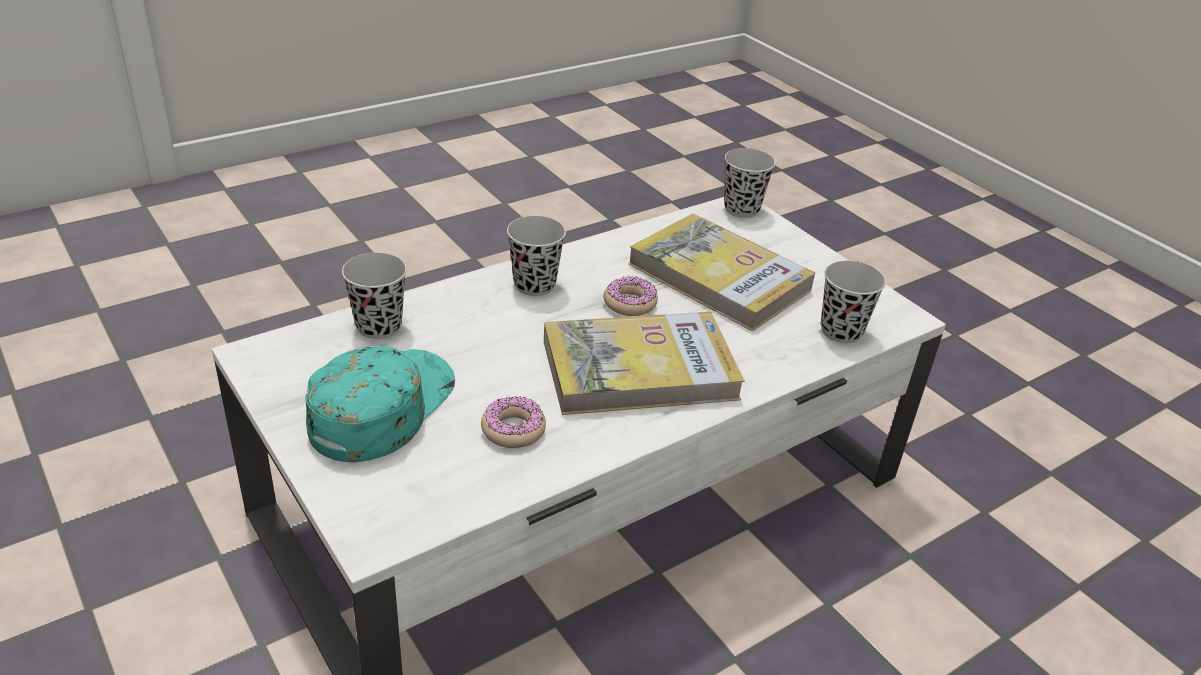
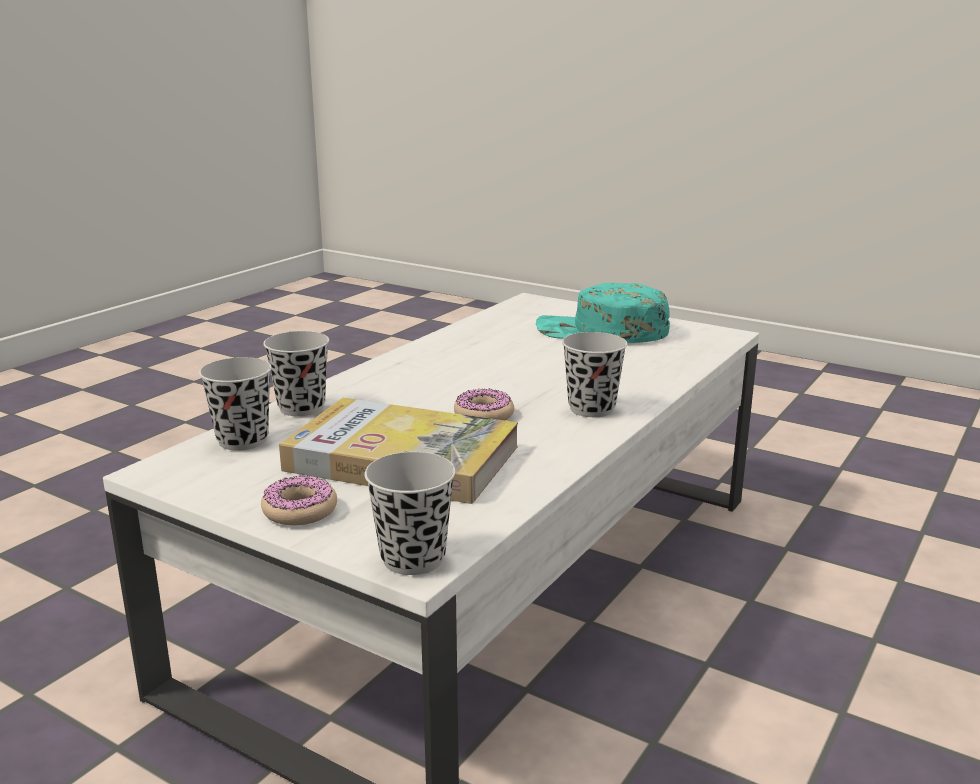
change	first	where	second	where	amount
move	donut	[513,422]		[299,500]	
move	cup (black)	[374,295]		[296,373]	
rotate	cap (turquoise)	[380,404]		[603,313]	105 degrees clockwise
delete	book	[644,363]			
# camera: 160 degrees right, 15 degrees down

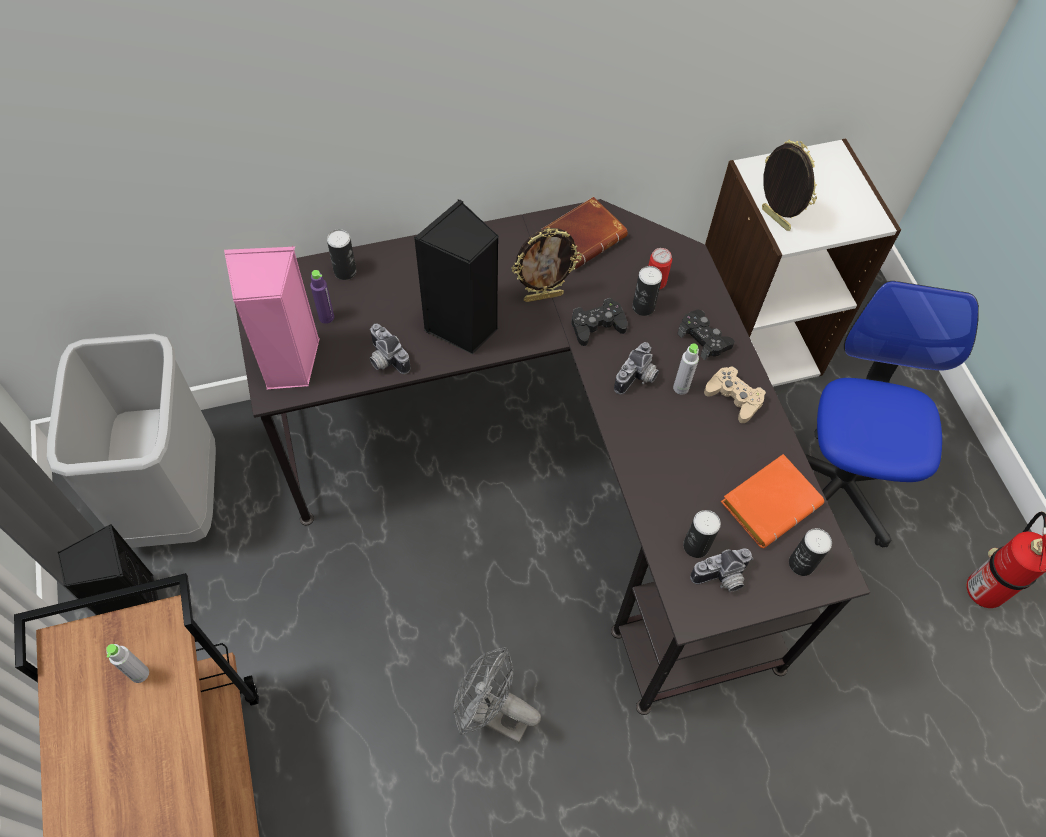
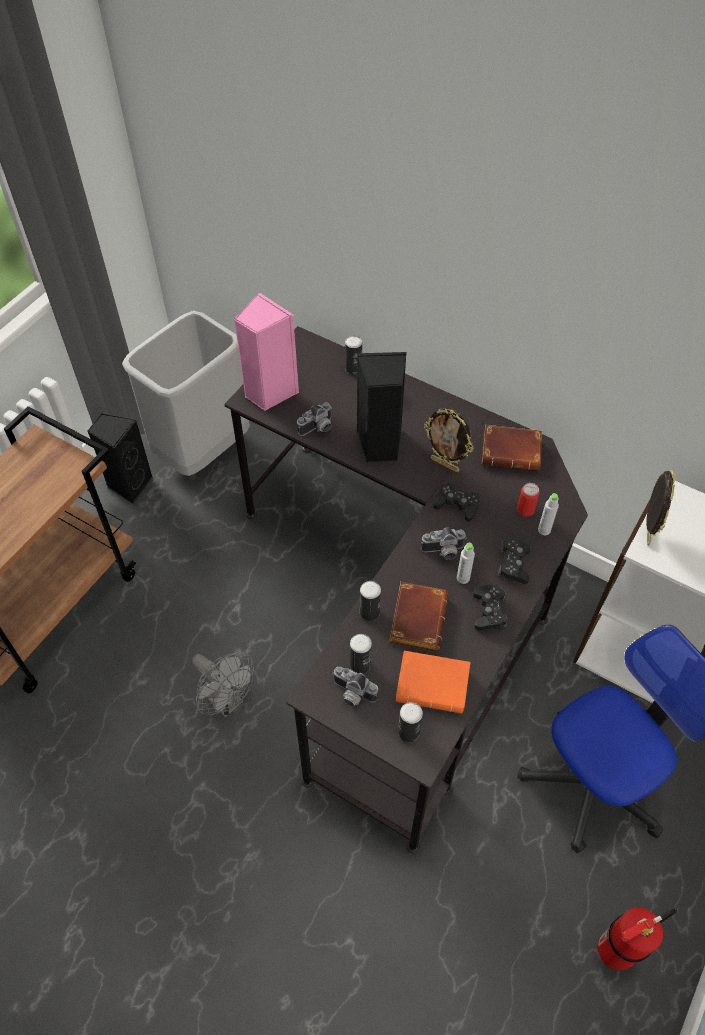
change	first	where	second	where	amount
rotate	fan (grey)	[497,695]		[223,685]	150 degrees clockwise
rotate	photo camera	[389,348]		[315,419]	135 degrees counterclockwise
move	can	[647,291]		[370,601]	
insert			book (brown)	[418,616]	
recolor	game controller (beige)	[735,394]	game controller (black)	[490,607]	
move	bottle (grey)	[127,663]		[548,514]	
delete	bottle (purple)	[322,297]			
# camera: 50 degrees right, 5 degrees down

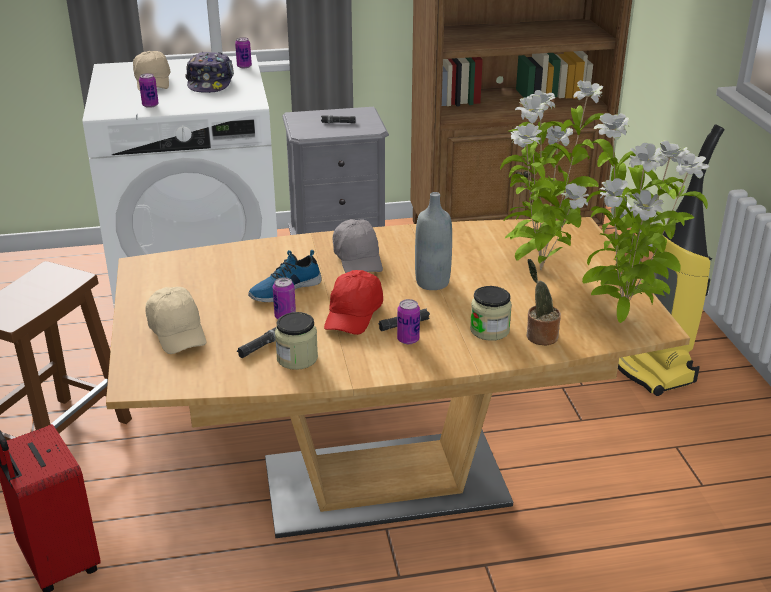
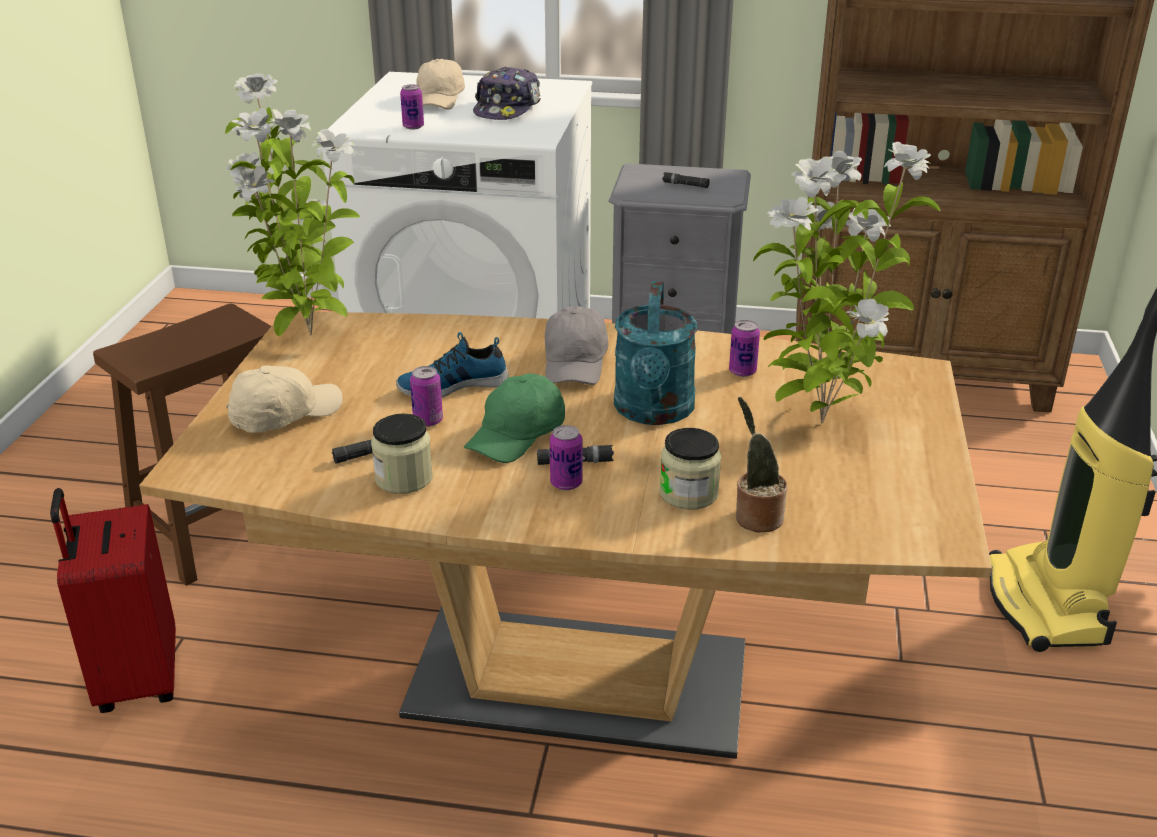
change	first	where	second	where	amount
move	potted plant	[645,218]		[292,204]	
rotate	cap (beige)	[175,320]		[285,399]	120 degrees counterclockwise
recolor	cap (red)	[353,302]	cap (green)	[514,418]	
replace	bottle (grey)	[433,241]	watering can (turquoise)	[655,353]	
move	can	[243,52]		[744,348]	
# camera: 20 degrees right, 0 degrees up

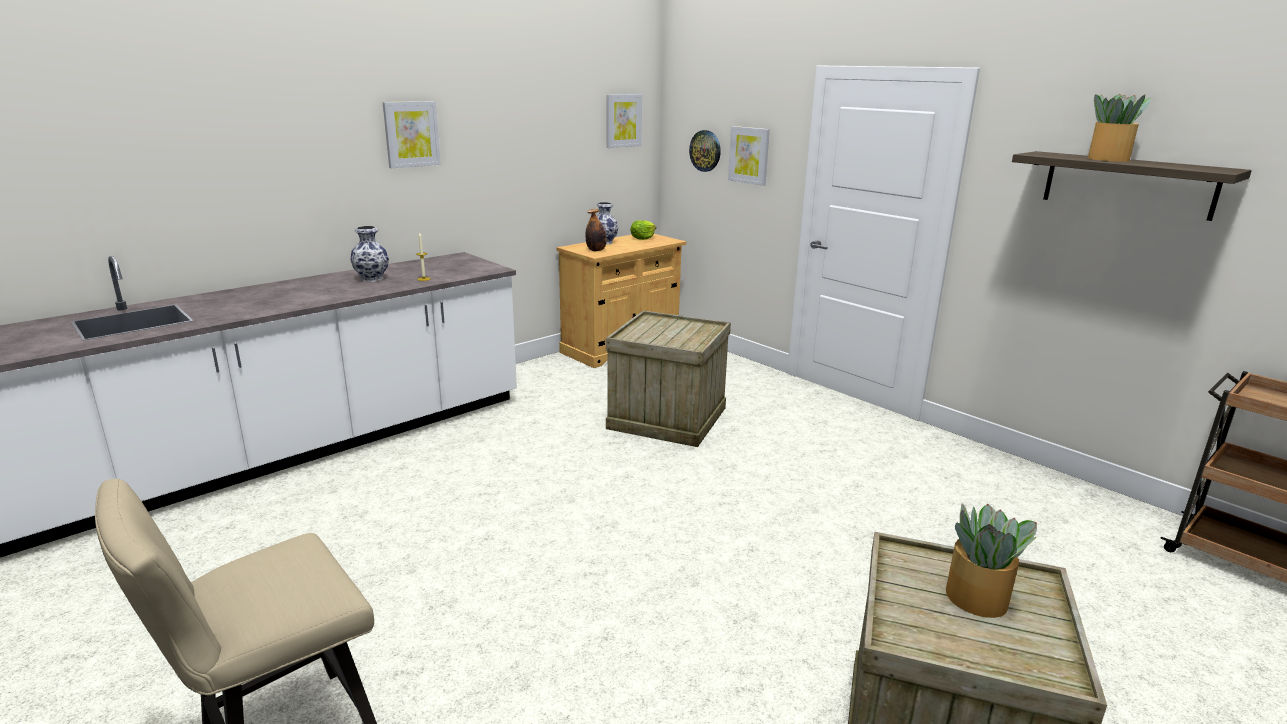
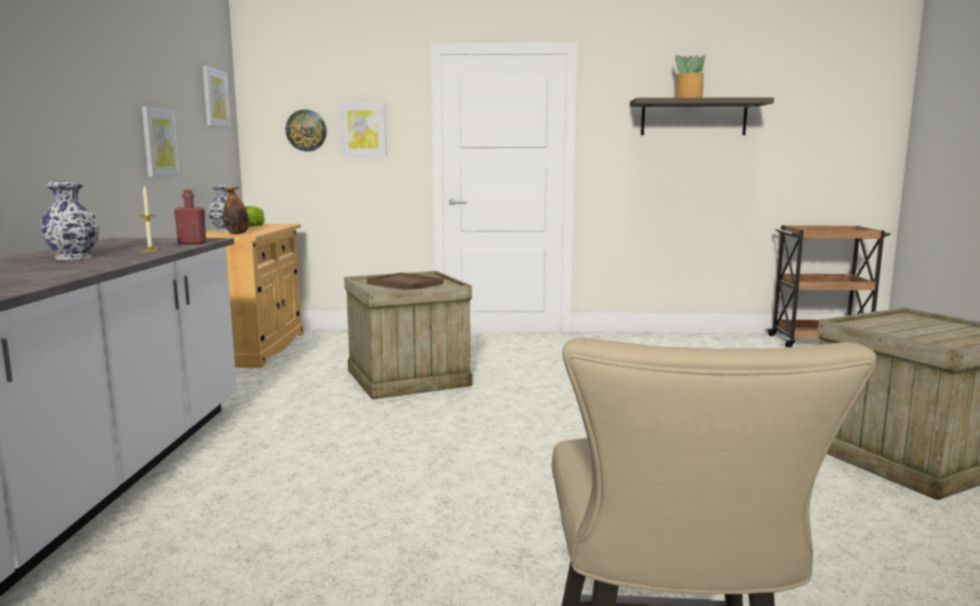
change	first	where	second	where	amount
move	picture	[412,134]		[161,142]	
insert			bottle (red)	[190,216]	
insert			tray (brown)	[405,281]	
delete	potted plant	[991,561]			
# camera: 45 degrees left, 10 degrees down

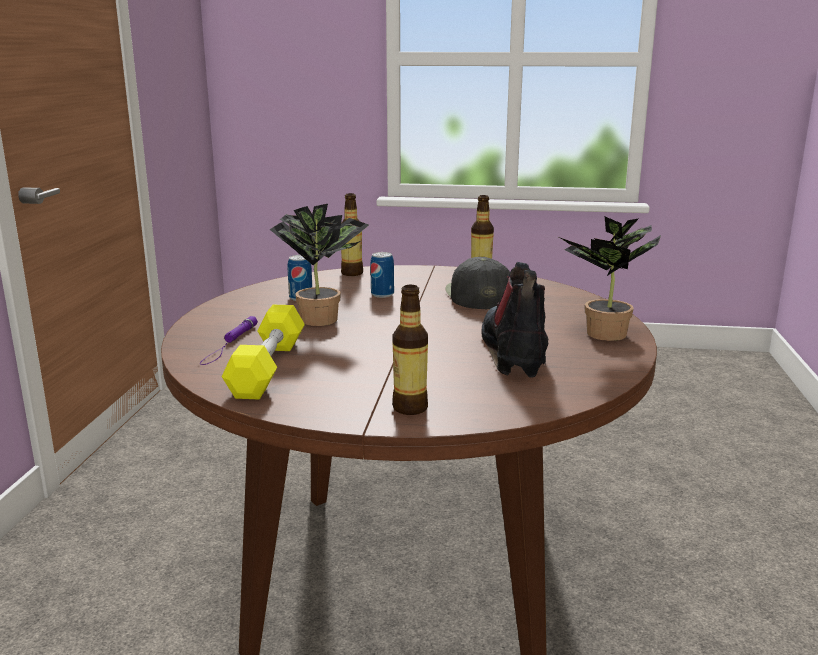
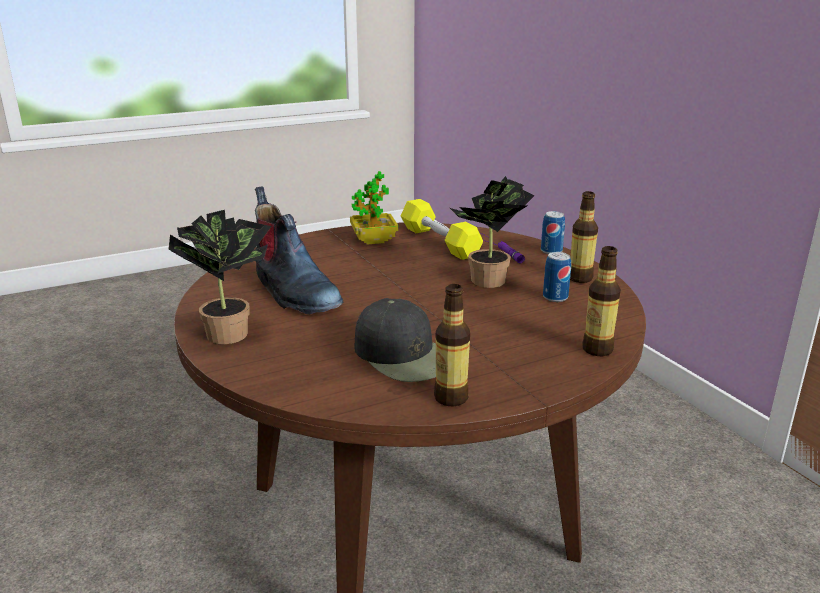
change	first	where	second	where	amount
insert			potted plant	[374,207]	
move	can	[382,275]		[553,232]	
move	bottle	[410,350]		[584,237]	
# camera: 145 degrees right, 5 degrees up

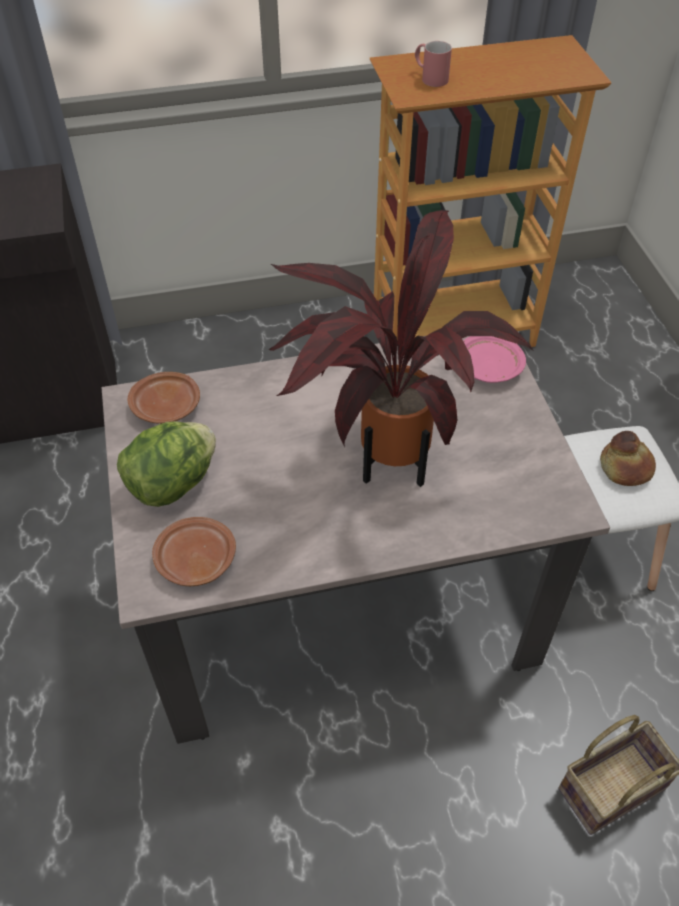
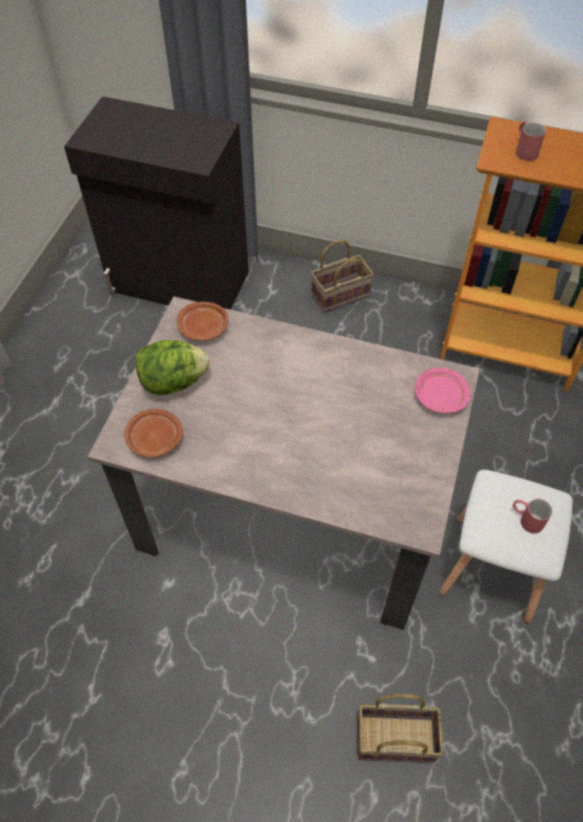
change	first	where	second	where	amount
insert			basket	[342,276]	
replace	bread	[628,458]	mug (red)	[532,516]	
delete	potted plant	[401,348]			
# camera: 30 degrees right, 5 degrees up

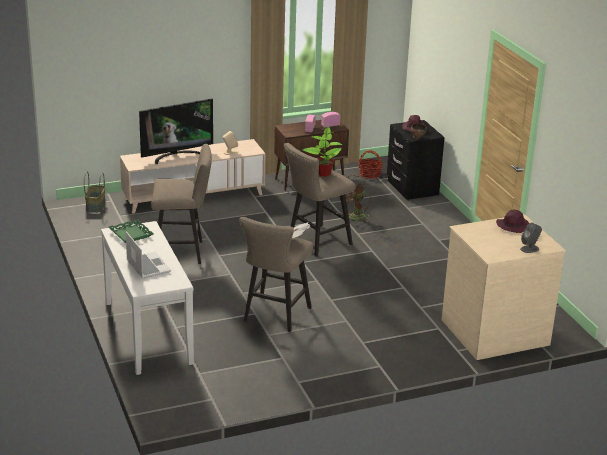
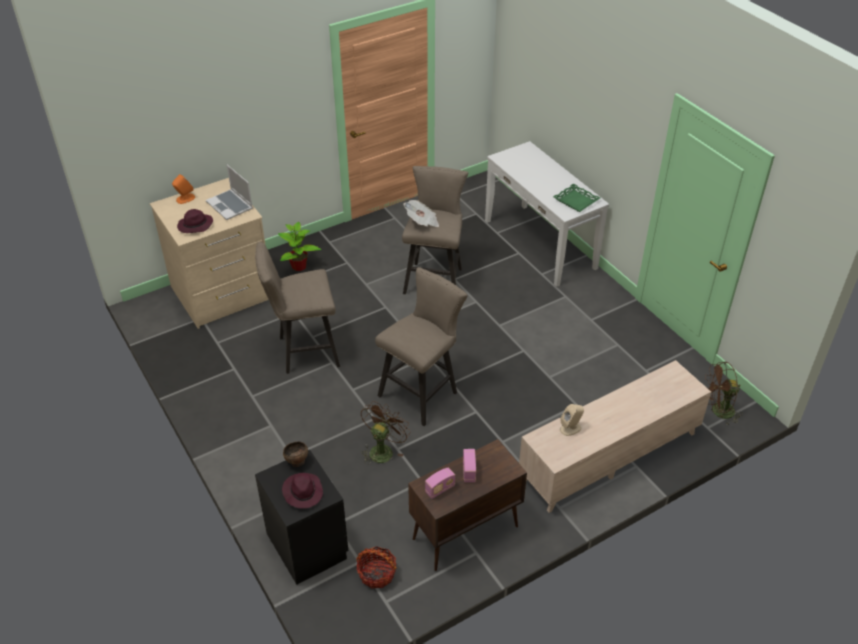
change	first	where	second	where	amount
recolor	speaker (grey)	[531,238]	speaker (orange)	[183,189]	
move	laptop	[148,255]		[229,192]	
move	stool (beige)	[181,204]		[297,308]	
move	potted plant	[322,152]		[299,246]	
replace	basket	[94,192]	fan (brown)	[723,394]	
delete	television	[176,131]			
# camera: 170 degrees right, 15 degrees up

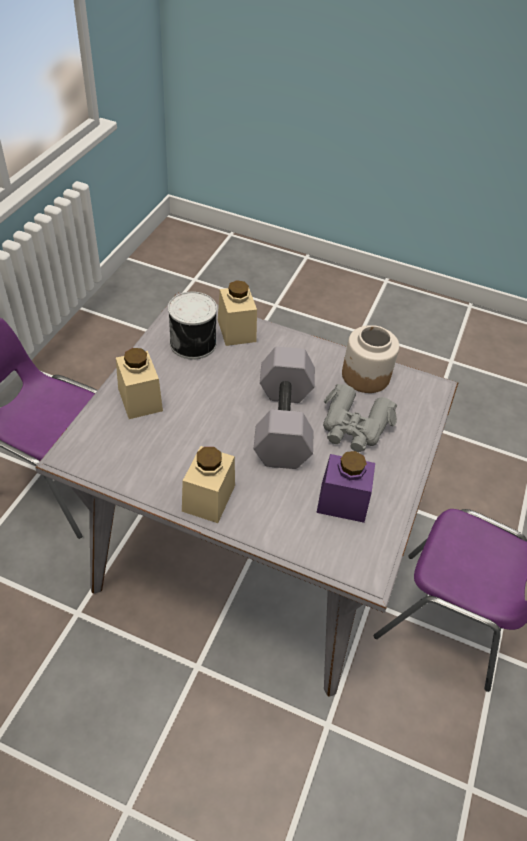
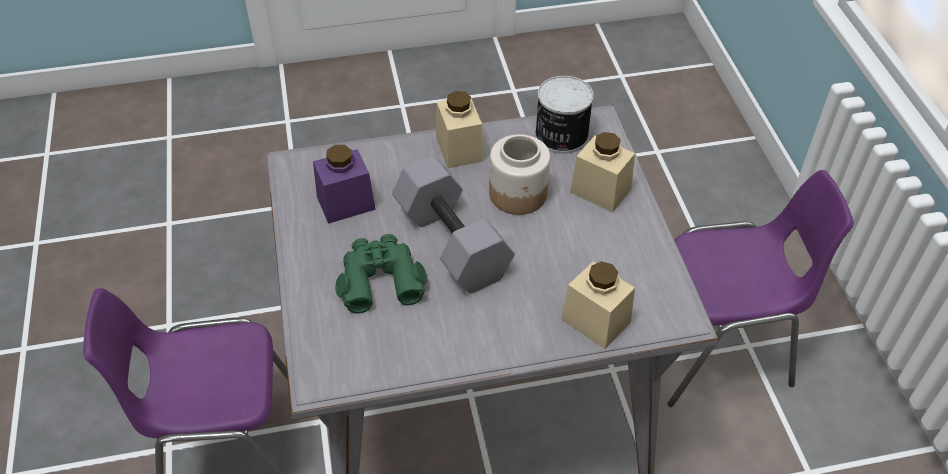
change	first	where	second	where	amount
recolor	binoculars (grey)	[360,418]	binoculars (green)	[381,273]	
move	jar	[370,359]		[519,174]	
move	can	[192,326]		[564,115]	
# camera: 150 degrees right, 0 degrees up

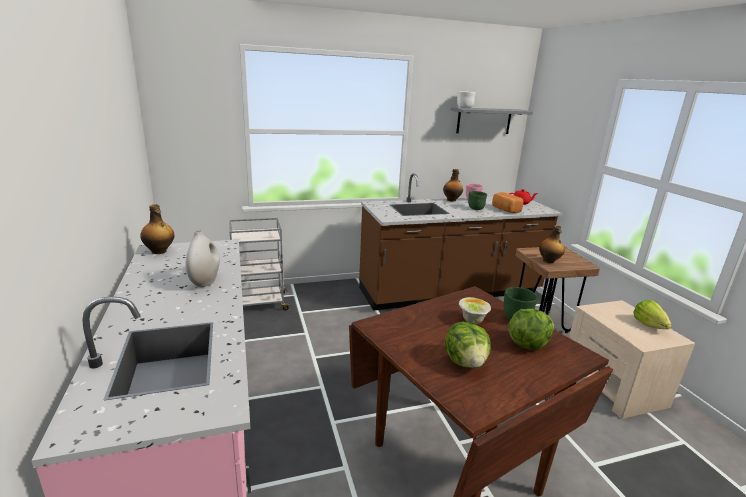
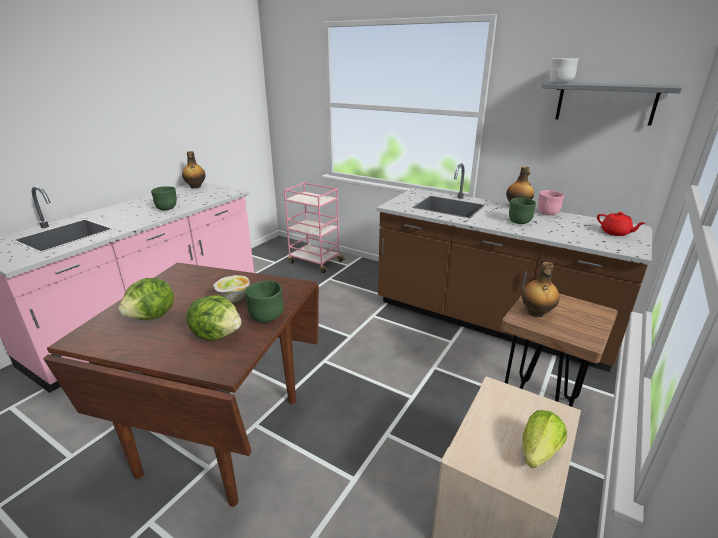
change	first	where	second	where	amount
replace	vase (white)	[203,258]	bowl (green)	[164,198]	
recolor	cart (grey)	[260,264]	cart (pink)	[314,228]	
delete	bread	[507,202]			
# camera: 50 degrees right, 5 degrees up

